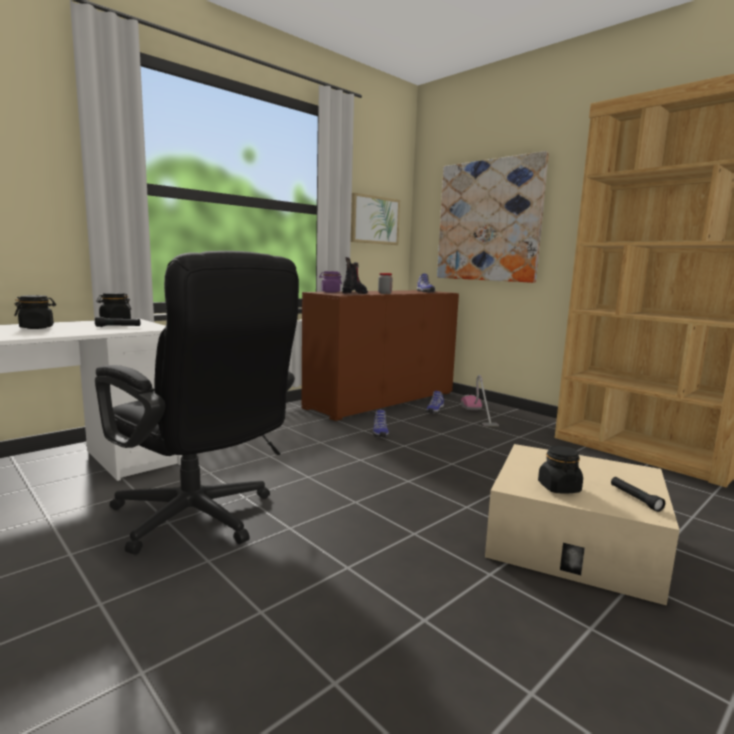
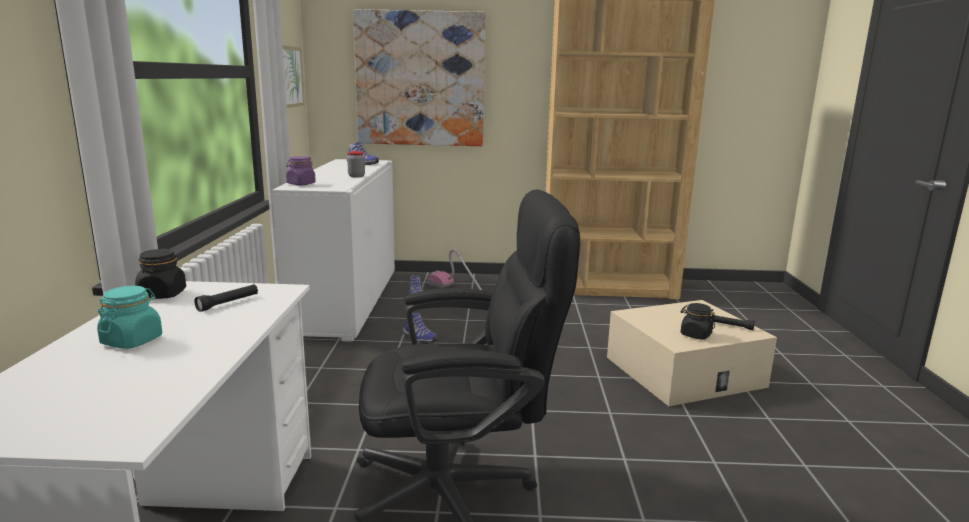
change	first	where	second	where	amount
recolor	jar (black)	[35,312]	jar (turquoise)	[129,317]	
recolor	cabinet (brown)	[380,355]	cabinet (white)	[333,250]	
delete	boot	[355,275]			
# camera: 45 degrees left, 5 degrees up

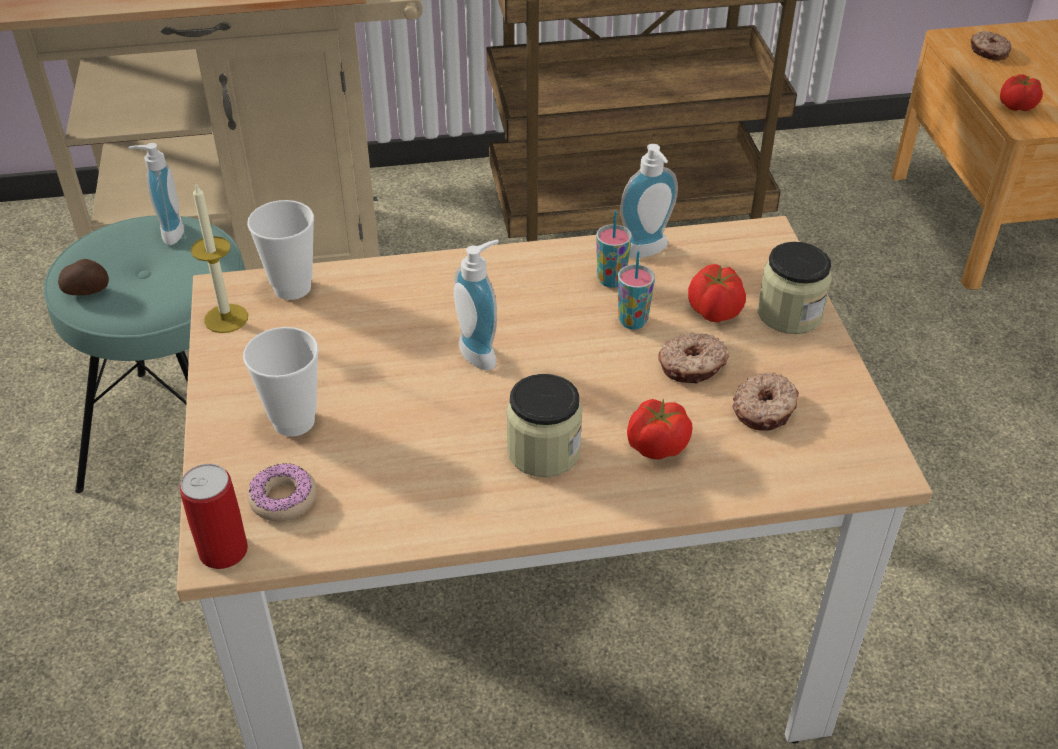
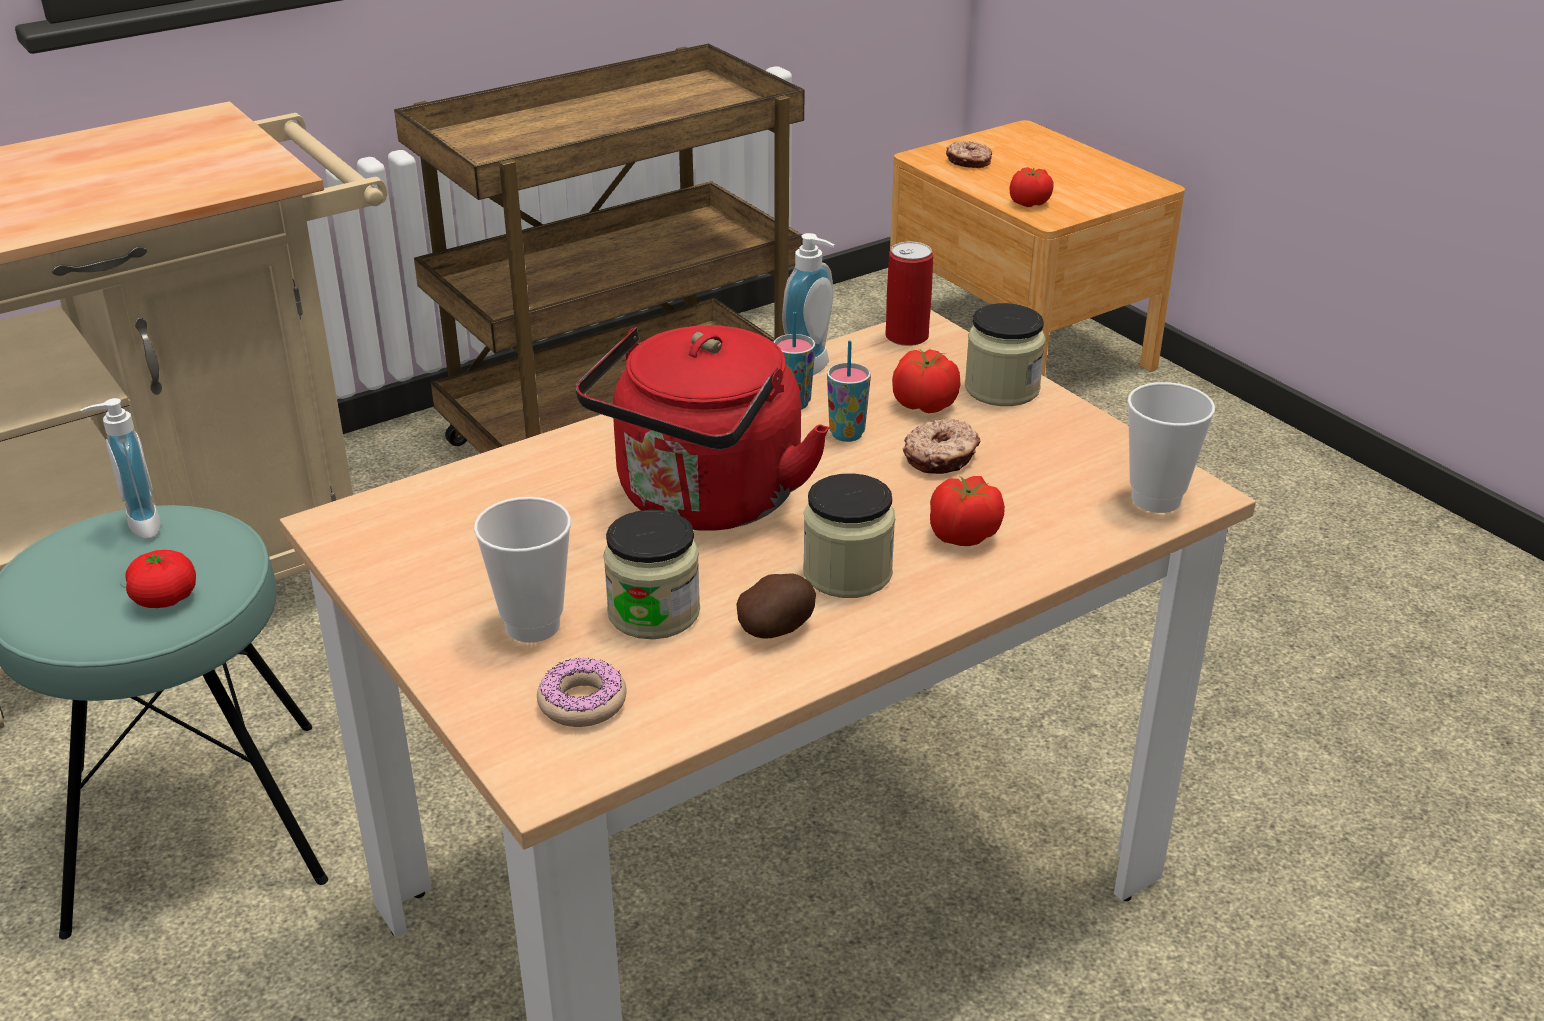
change	first	where	second	where	amount
insert			tomato	[160,579]	
replace	soap dispenser	[476,305]	kettle (red)	[702,427]	
insert			jar	[651,574]	
move	potato	[83,277]		[776,606]	
move	can	[214,516]		[909,294]	
move	cup	[280,250]		[1171,447]	
delete	candle	[219,258]			
delete	donut	[766,401]			
# camera: 25 degrees left, 10 degrees down

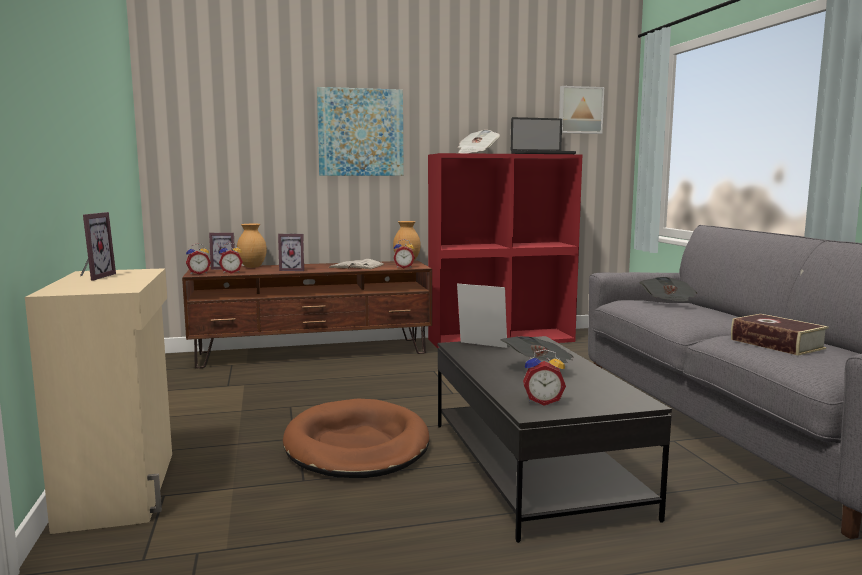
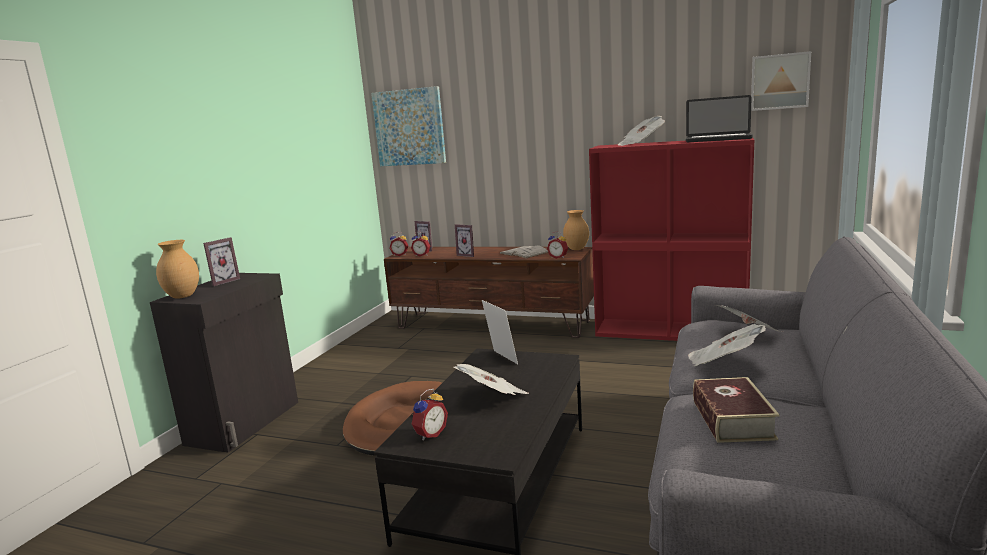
change	first	where	second	where	amount
recolor	cabinet (beige)	[98,401]	cabinet (black)	[224,362]	
move	vase (brown)	[252,246]		[177,269]	
move	picture	[360,131]		[408,126]	
rotate	alarm clock	[544,377]		[430,414]	90 degrees counterclockwise
insert			newspaper	[727,345]	
# camera: 35 degrees right, 5 degrees up

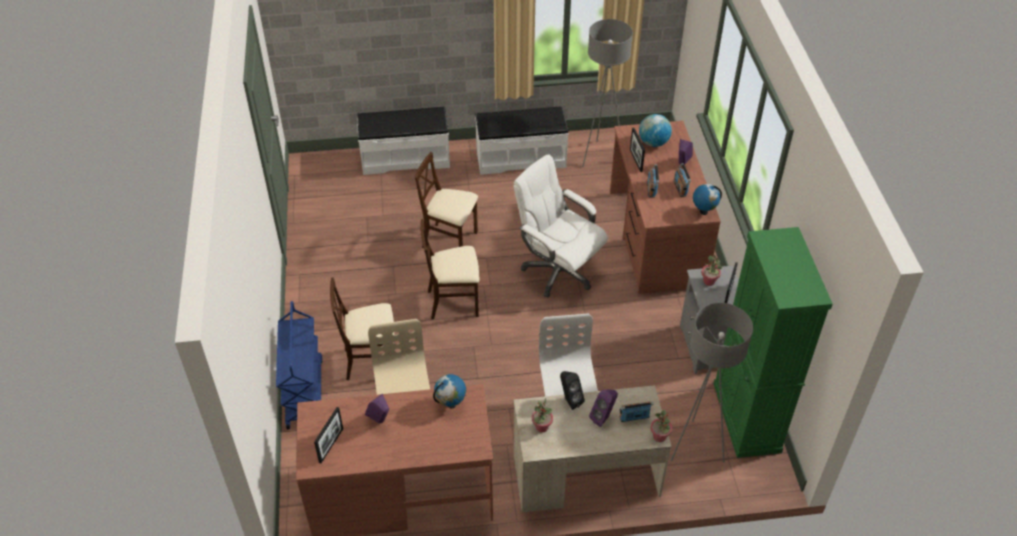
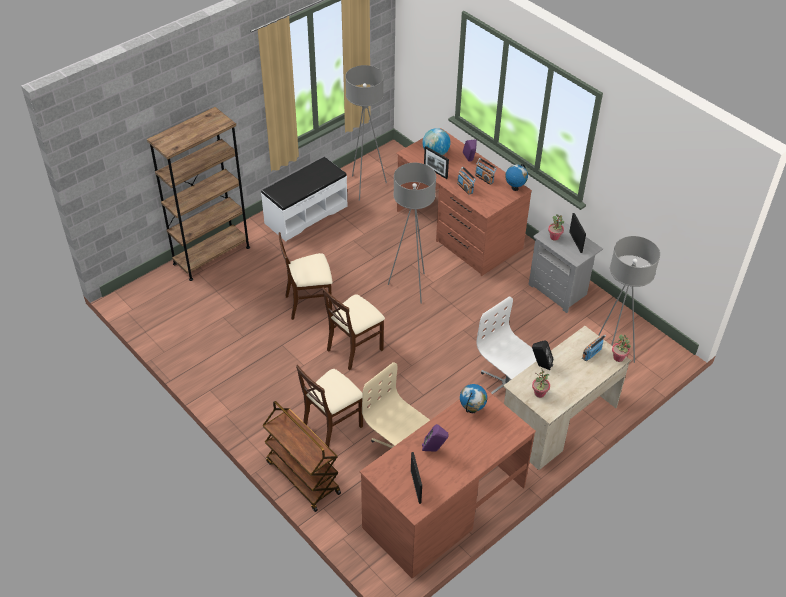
change	first	where	second	where	amount
replace	bench (white)	[403,141]	bookcase (brown)	[198,194]	
recolor	cart (blue)	[299,365]	cart (brown)	[301,456]	
replace	office chair (white)	[561,225]	floor lamp (grey)	[412,233]	
delete	speaker (purple)	[603,408]			
delete	cabinet (green)	[773,342]			
# camera: 35 degrees left, 0 degrees up

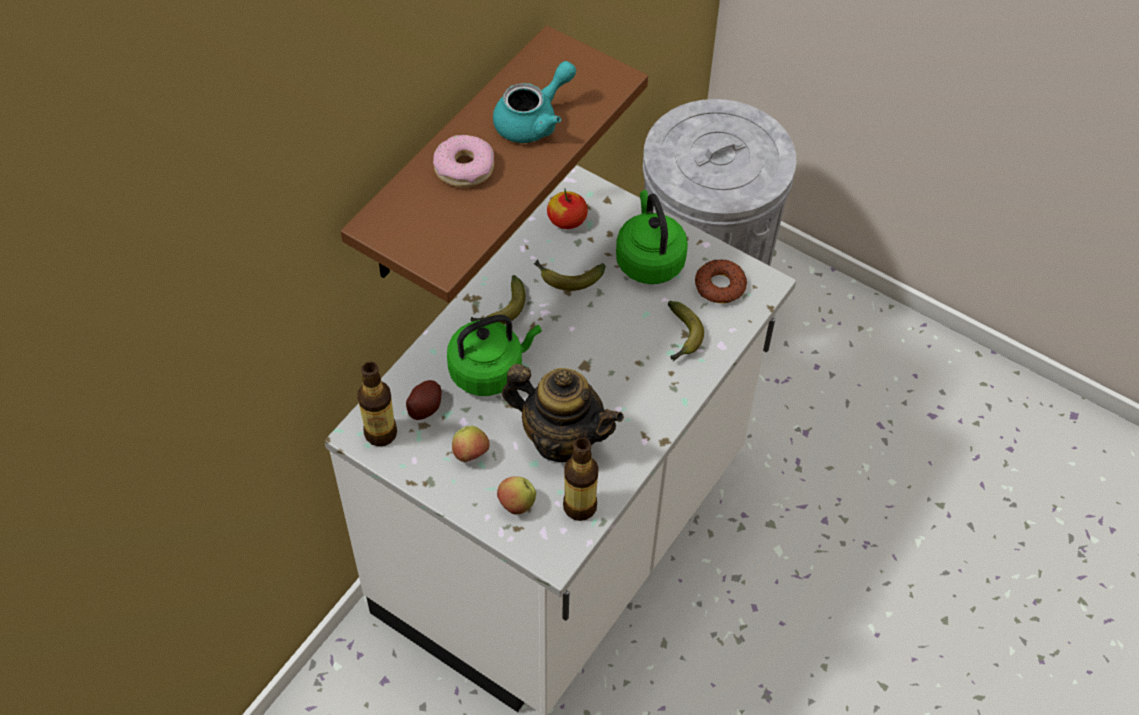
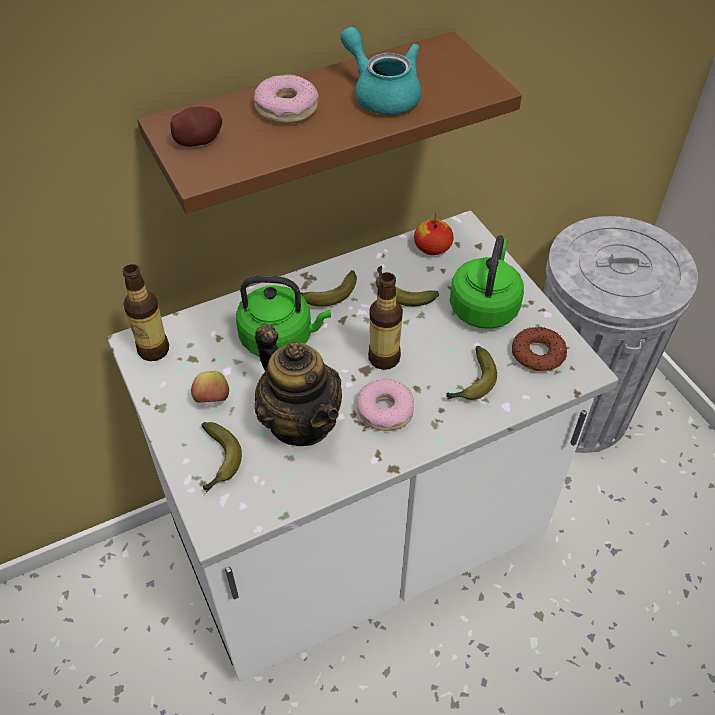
change	first	where	second	where	amount
move	potato	[424,400]		[196,127]	
replace	apple	[516,495]	banana	[222,457]	
rotate	teapot (turquoise)	[534,102]		[380,71]	120 degrees counterclockwise
insert			donut	[385,405]	
move	bottle	[581,479]		[385,321]	
# camera: 30 degrees right, 5 degrees down

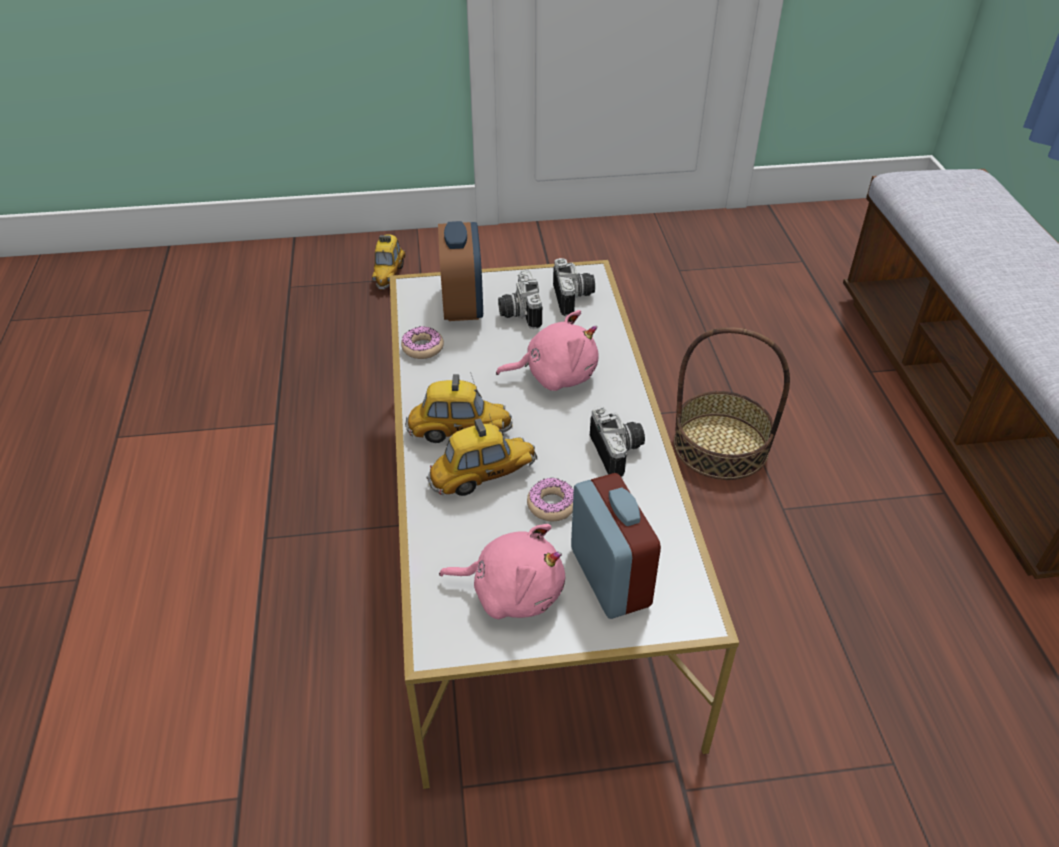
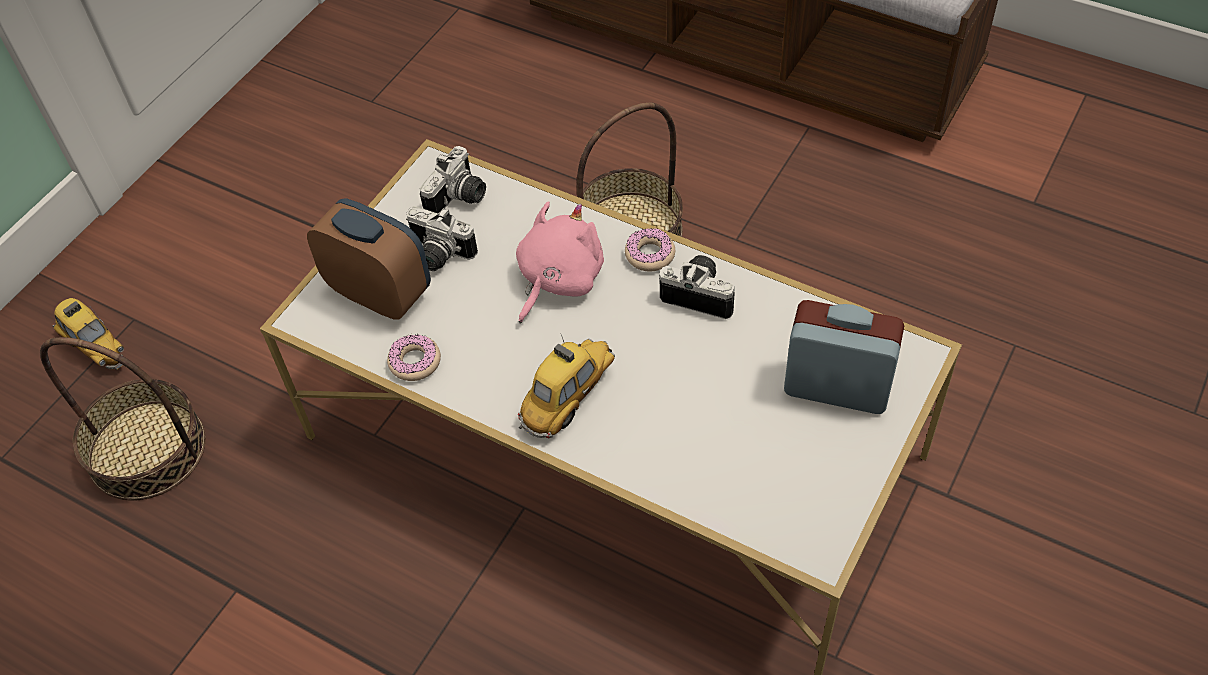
change	first	where	second	where	amount
insert			basket	[123,419]	
rotate	photo camera	[574,287]		[453,179]	90 degrees clockwise
move	donut	[550,499]		[650,249]	
delete	toy car	[481,455]			
delete	plush toy (pink)	[502,571]			
# camera: 50 degrees left, 10 degrees up

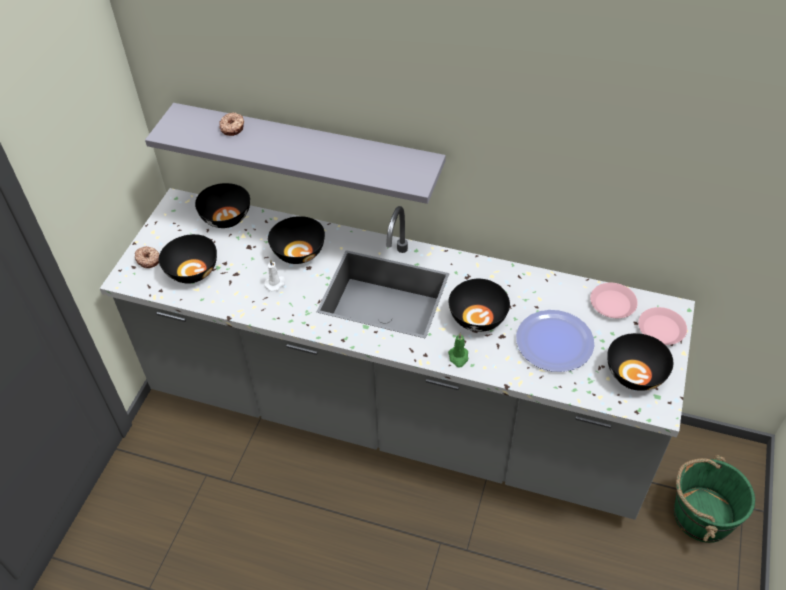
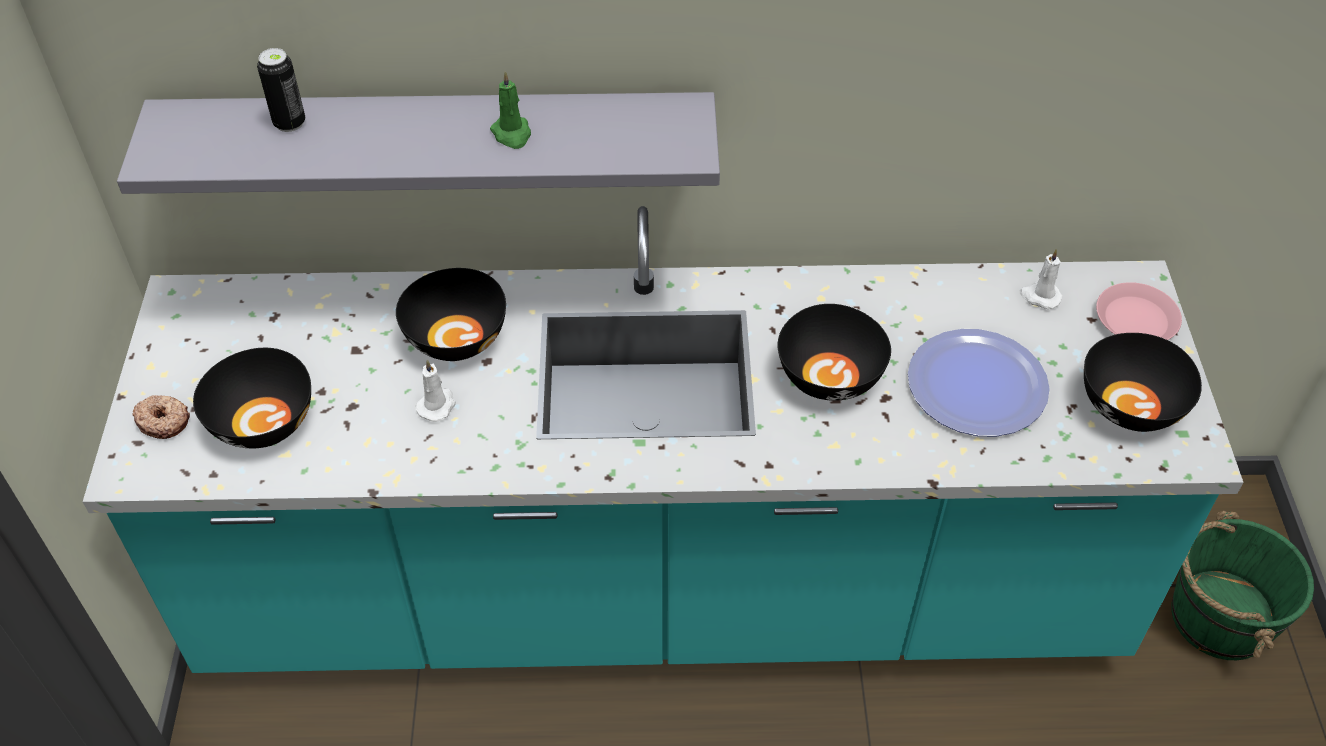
change	first	where	second	where	amount
recolor	counter (grey)	[397,354]	counter (turquoise)	[663,439]	
replace	donut	[231,124]	can	[281,90]	
move	candle (green)	[458,350]		[510,110]	
replace	plate (pink)	[614,300]	candle (white)	[1041,279]	
delete	bowl (black)	[222,205]			
# camera: 20 degrees left, 0 degrees up

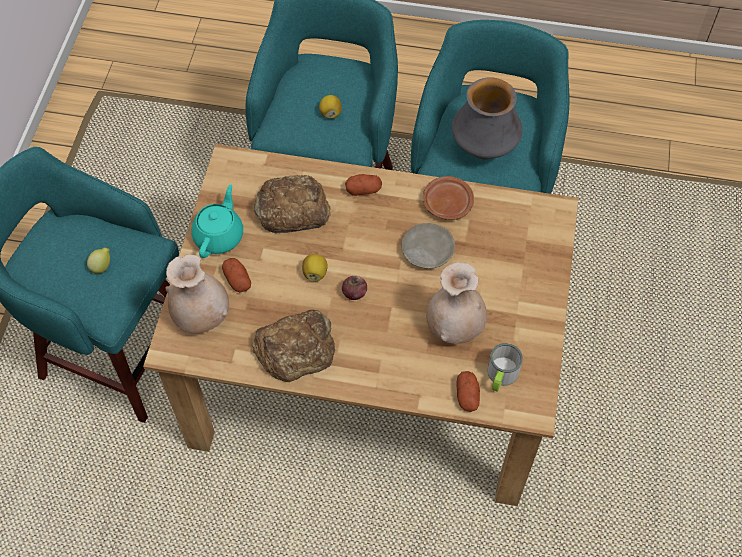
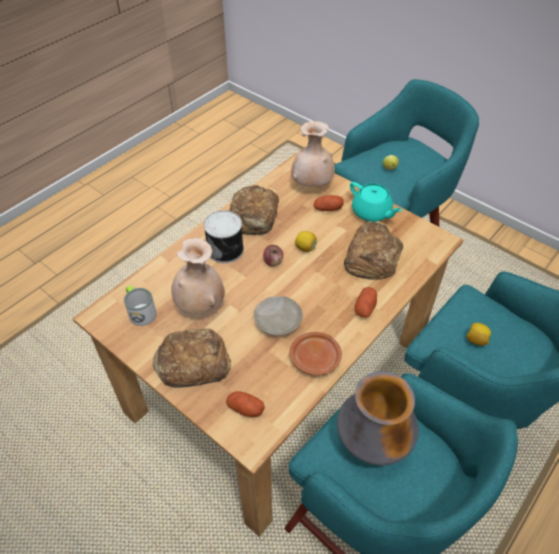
change	first	where	second	where	amount
insert			bread	[192,358]	
insert			can	[224,236]	
move	potato	[468,391]		[245,404]	
# camera: 120 degrees right, 10 degrees down

